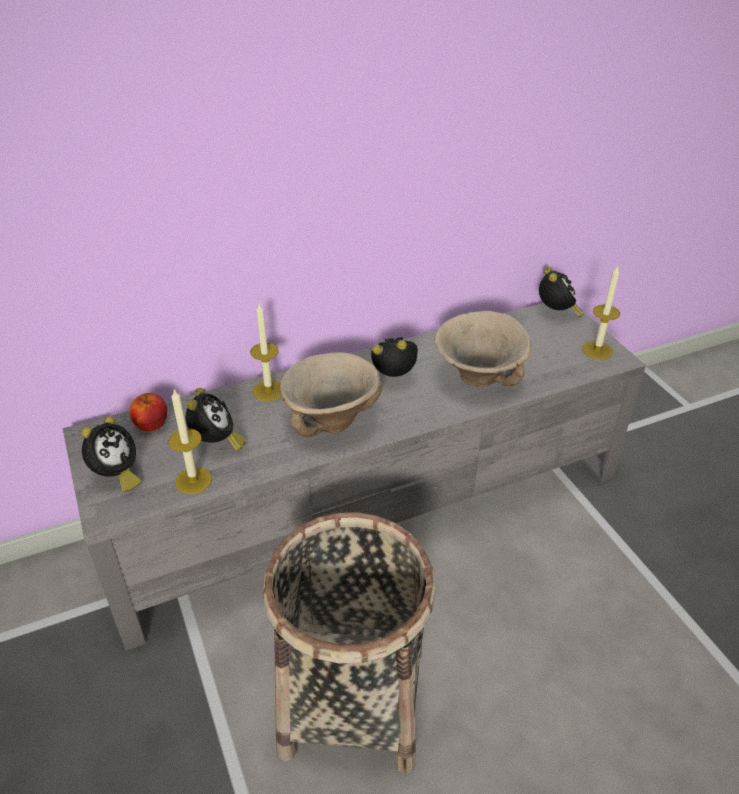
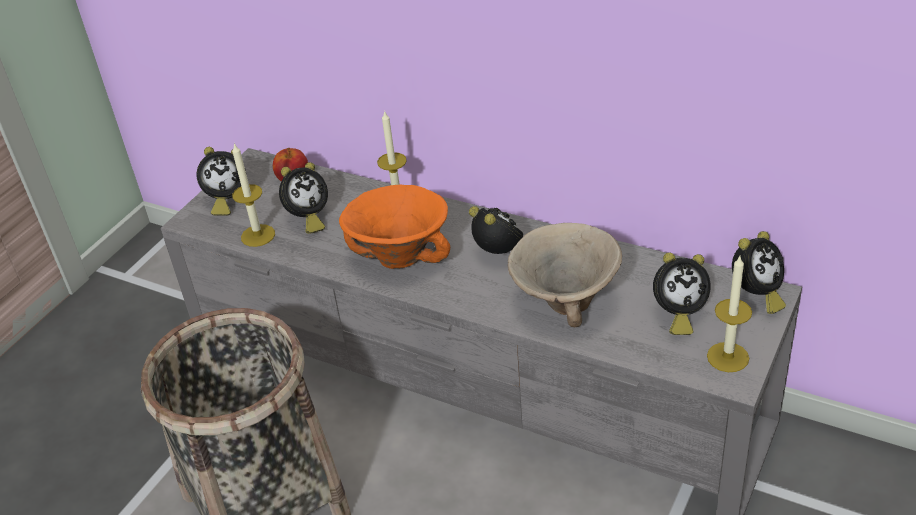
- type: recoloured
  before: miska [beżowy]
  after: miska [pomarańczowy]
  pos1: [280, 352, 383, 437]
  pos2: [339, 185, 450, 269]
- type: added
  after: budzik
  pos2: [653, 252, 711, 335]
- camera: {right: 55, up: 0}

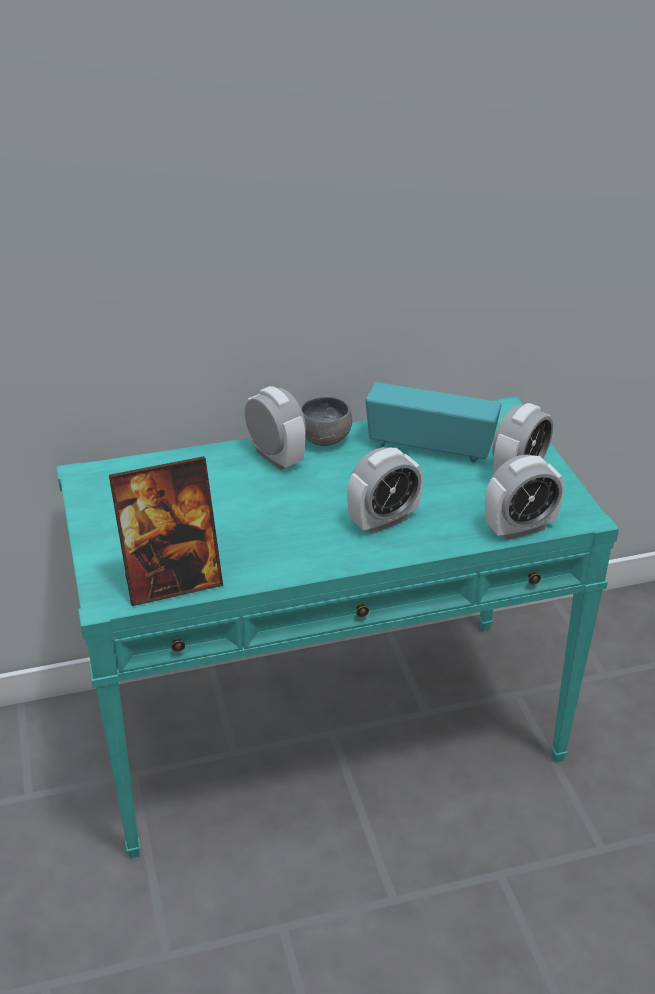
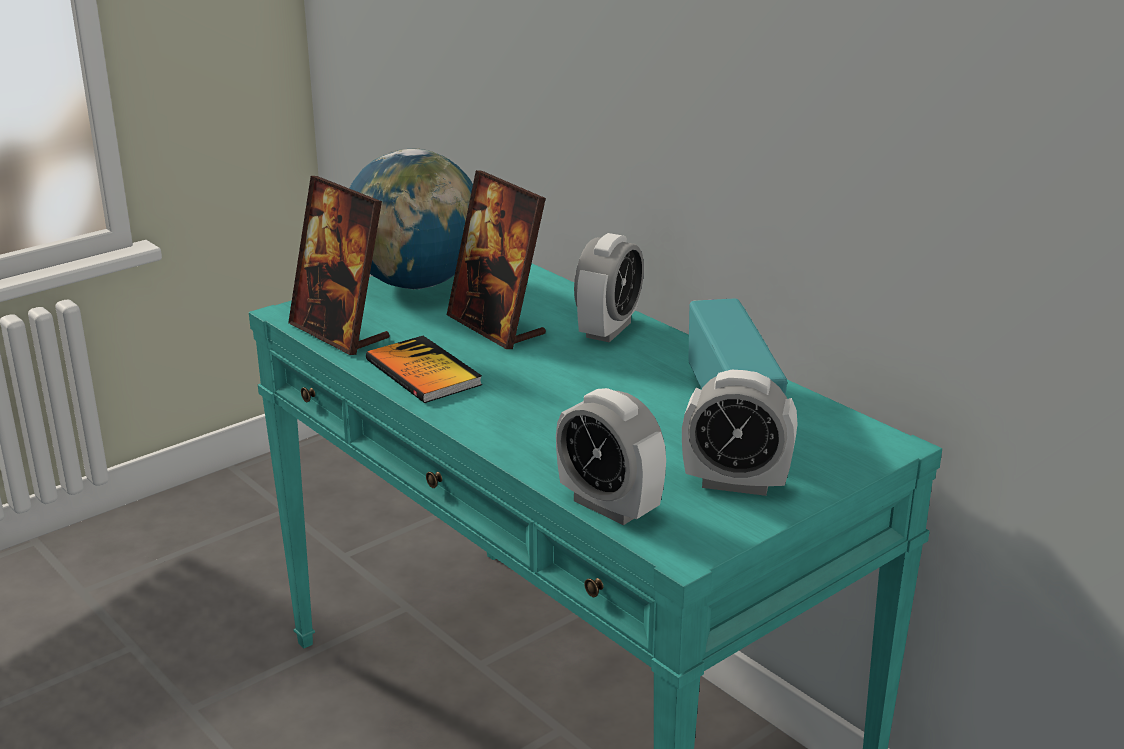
- type: added
  after: globus
  pos2: [349, 148, 473, 289]
- type: added
  after: książka
  pos2: [366, 336, 482, 403]
- type: added
  after: ramka na zdjęcie
  pos2: [447, 170, 546, 349]
- type: removed
  before: miska [szary]
  pos1: [301, 397, 352, 446]
- type: removed
  before: budzik
  pos1: [347, 447, 423, 534]
- camera: {right: 65, up: -10}

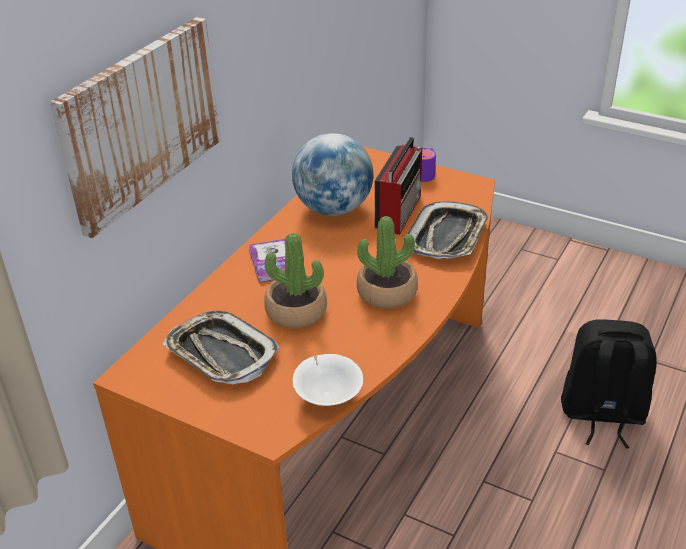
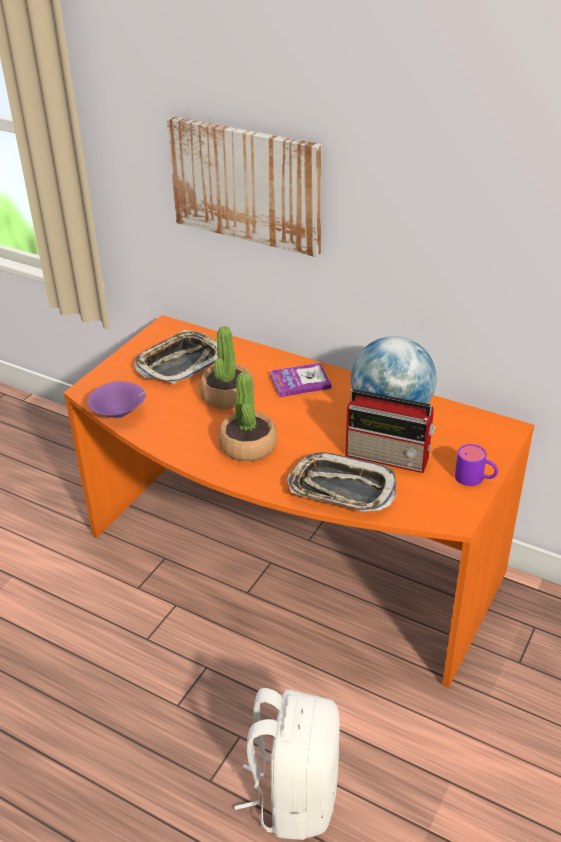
- type: recoloured
  before: miska [biały]
  after: miska [fioletowy]
  pos1: [293, 354, 363, 406]
  pos2: [88, 381, 146, 419]
- type: recoloured
  before: plecak [czarny]
  after: plecak [biały]
  pos1: [561, 319, 657, 449]
  pos2: [235, 688, 340, 840]
- camera: {right: 90, up: 0}

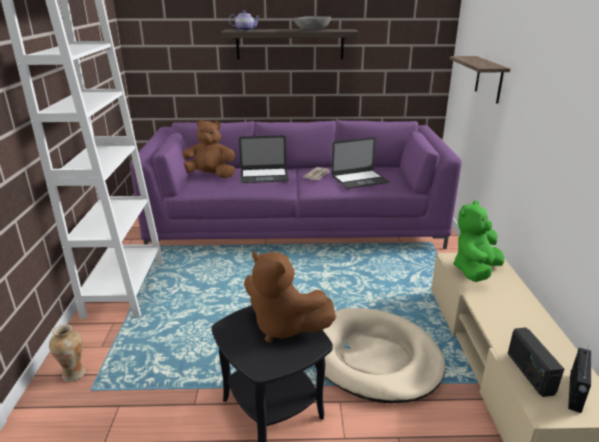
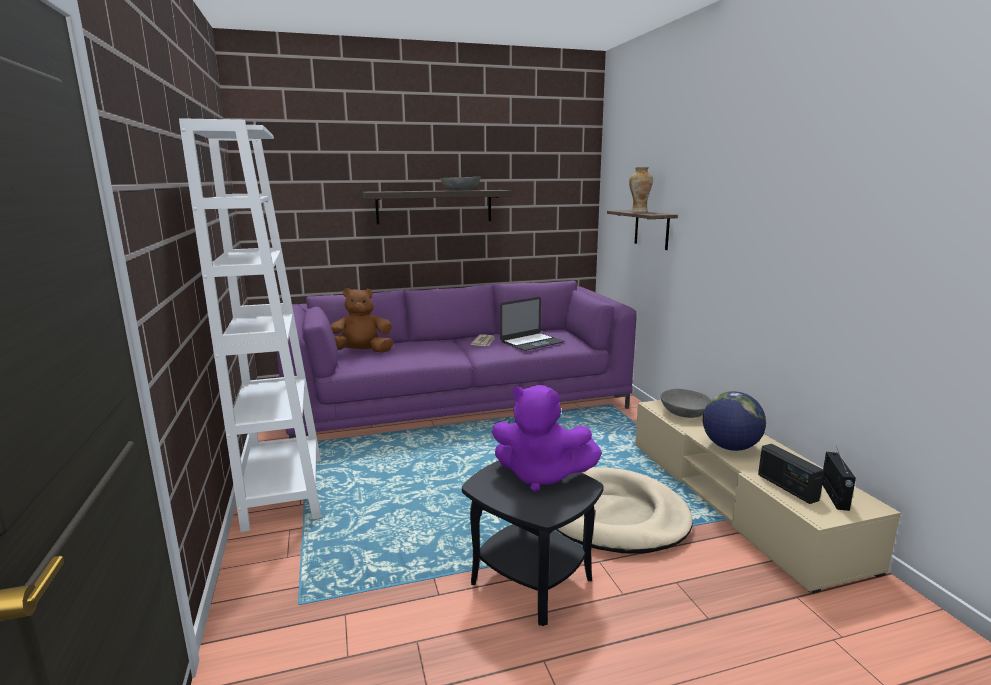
- type: recoloured
  before: pluszak [brązowy]
  after: pluszak [fioletowy]
  pos1: [244, 251, 336, 342]
  pos2: [492, 385, 602, 492]
- type: moved
  before: wazon
  pos1: [49, 324, 86, 382]
  pos2: [629, 167, 653, 212]
- type: replaced
  before: pluszak [zielony]
  after: miska [szary]
  pos1: [453, 200, 504, 282]
  pos2: [660, 389, 711, 418]
- type: added
  after: globus
  pos2: [703, 391, 766, 451]
- type: removed
  before: imbryk
  pos1: [229, 10, 260, 31]
- type: removed
  before: laptop
  pos1: [239, 135, 289, 183]
- camera: {right: -15, up: -10}

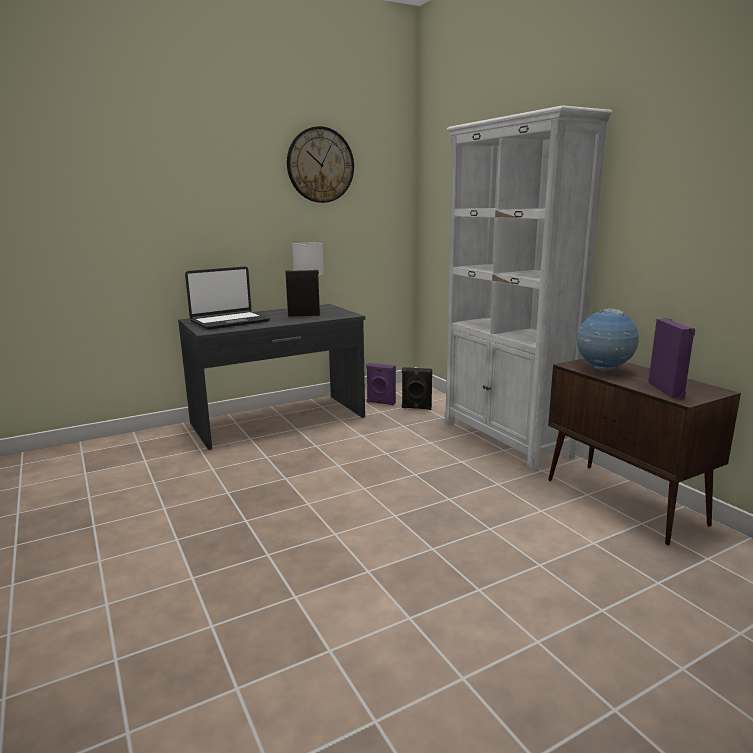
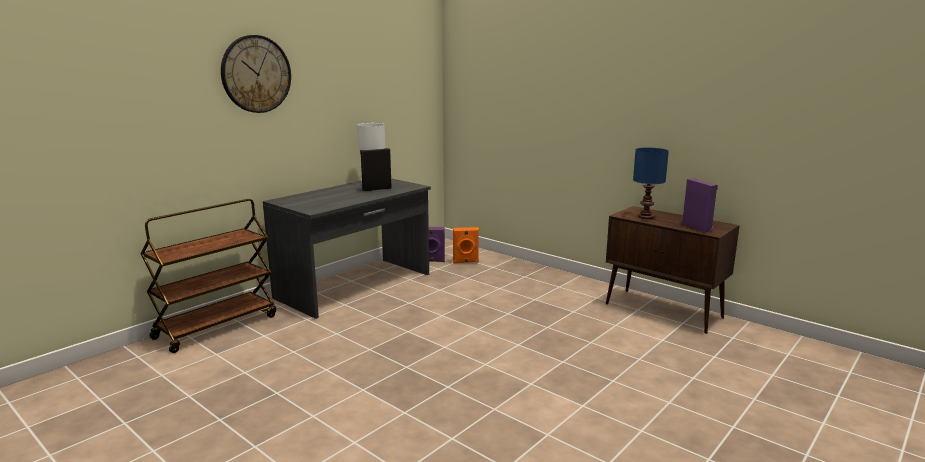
- type: added
  after: wózek [brązowy]
  pos2: [141, 199, 276, 353]
- type: moved
  before: zegar ścienny
  pos1: [287, 126, 354, 203]
  pos2: [221, 35, 291, 113]
- type: recoloured
  before: głośnik [czarny]
  after: głośnik [pomarańczowy]
  pos1: [402, 367, 432, 410]
  pos2: [453, 227, 479, 263]
- type: replaced
  before: globus
  after: lampa stołowa [niebieski]
  pos1: [577, 308, 639, 371]
  pos2: [633, 147, 669, 219]
- type: removed
  before: laptop
  pos1: [185, 266, 270, 330]
- type: removed
  before: regał [biały]
  pos1: [445, 105, 612, 470]
- camera: {right: -20, up: 0}

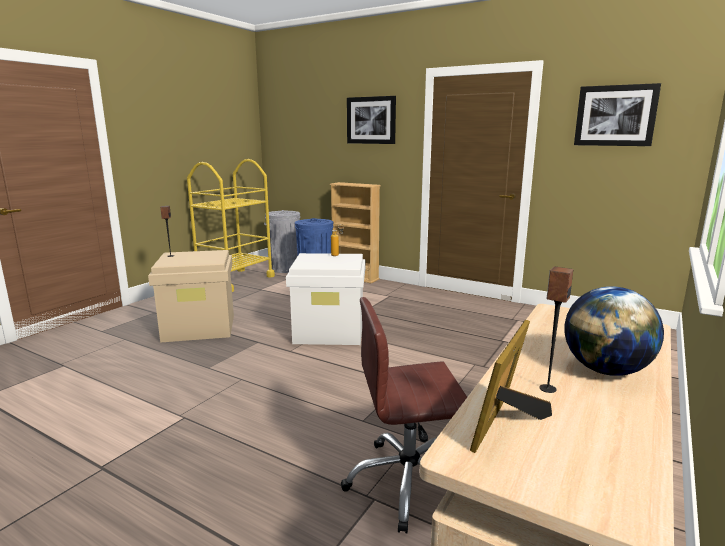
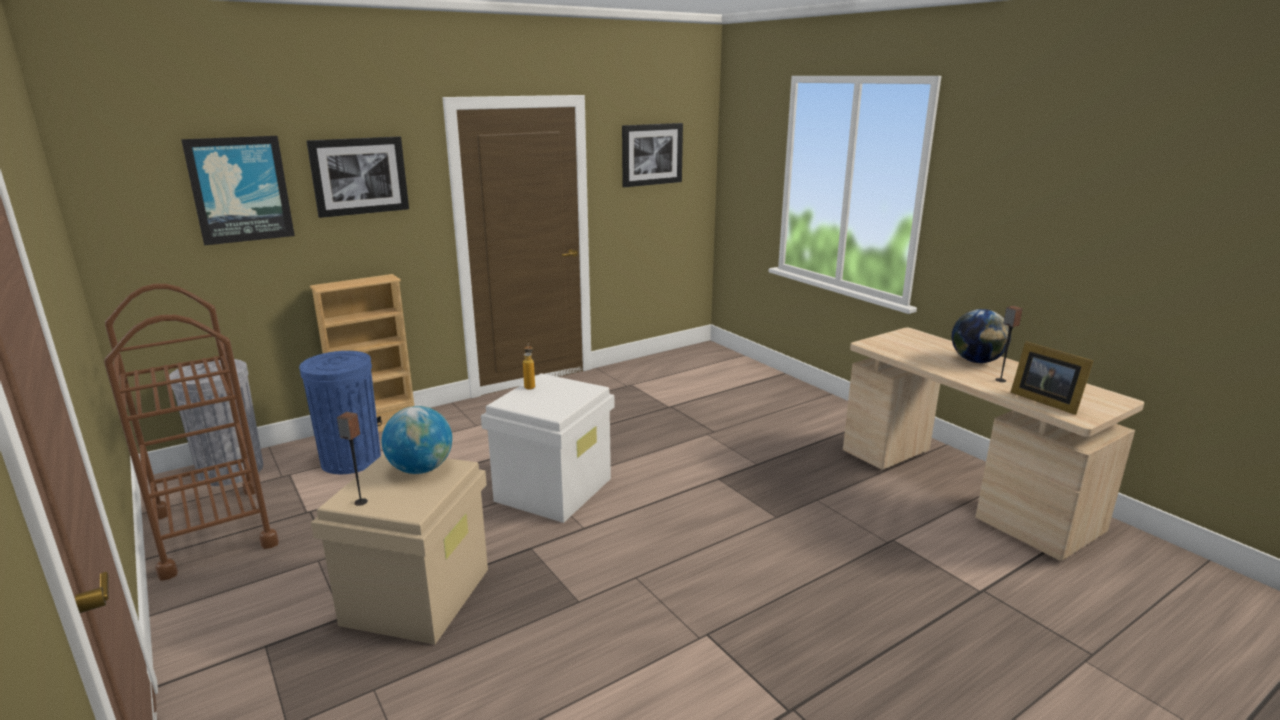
- type: recoloured
  before: wózek [żółty]
  after: wózek [brązowy]
  pos1: [187, 159, 275, 292]
  pos2: [104, 284, 279, 581]
- type: added
  after: obraz
  pos2: [181, 136, 295, 246]
- type: added
  after: globus
  pos2: [382, 406, 452, 474]
- type: removed
  before: krzesło biurowe [brązowy]
  pos1: [341, 297, 467, 533]
- camera: {right: -65, up: 5}

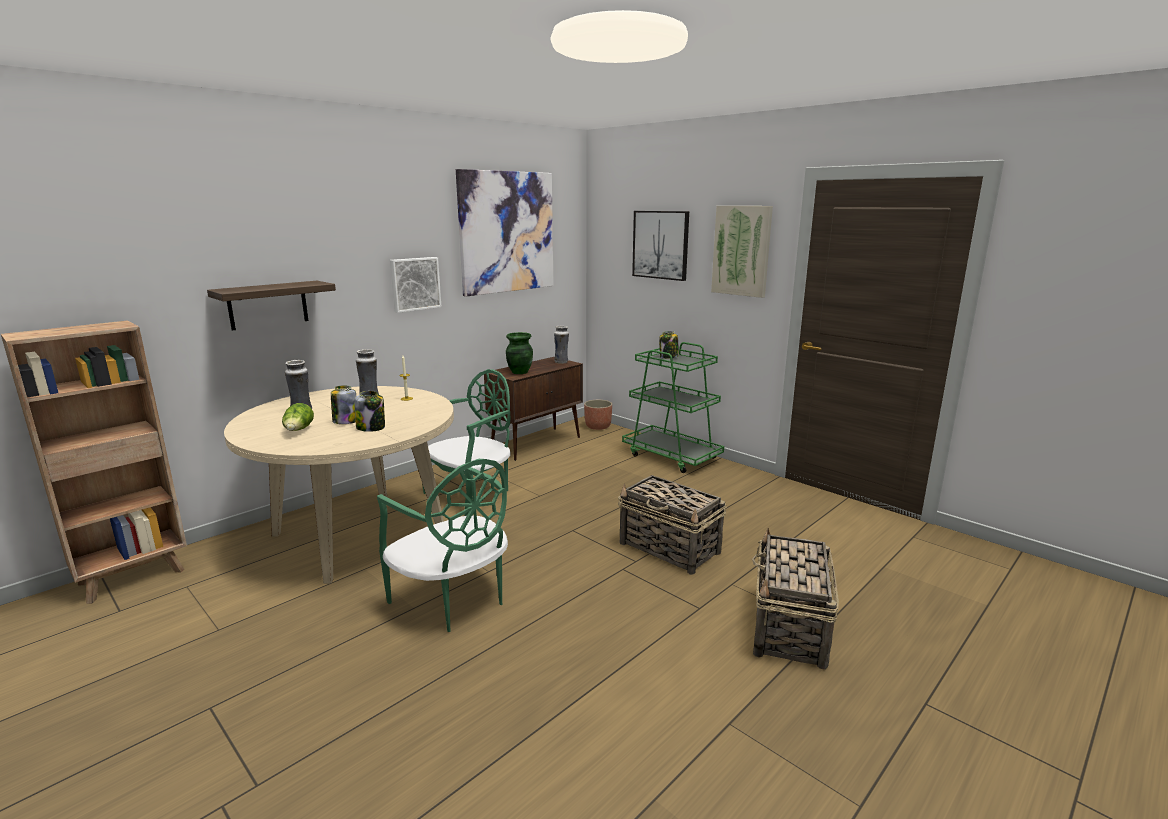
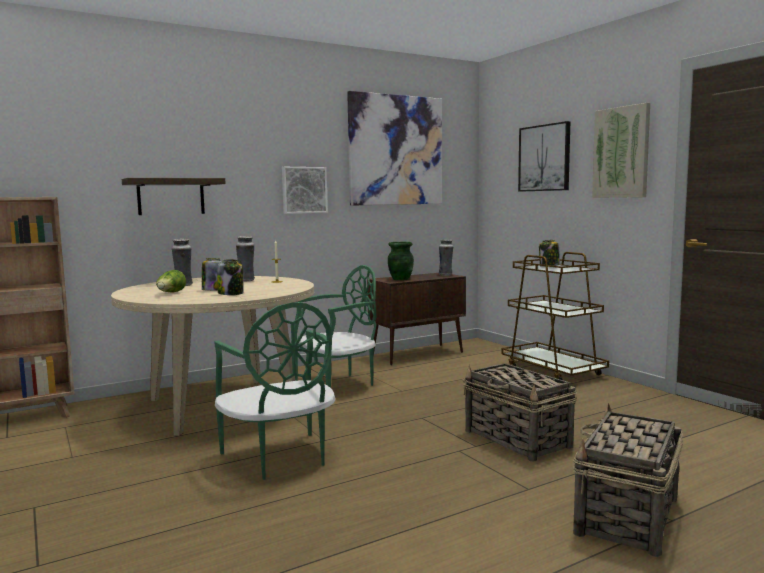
- type: recoloured
  before: wózek [zielony]
  after: wózek [brązowy]
  pos1: [622, 342, 724, 473]
  pos2: [502, 252, 609, 380]
- type: removed
  before: donica
  pos1: [584, 400, 612, 430]
- camera: {right: 15, up: -10}

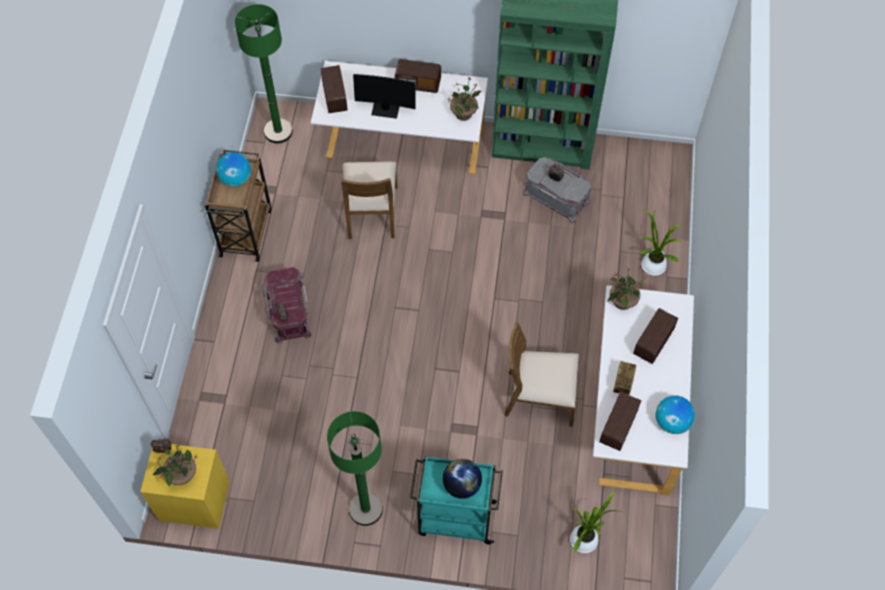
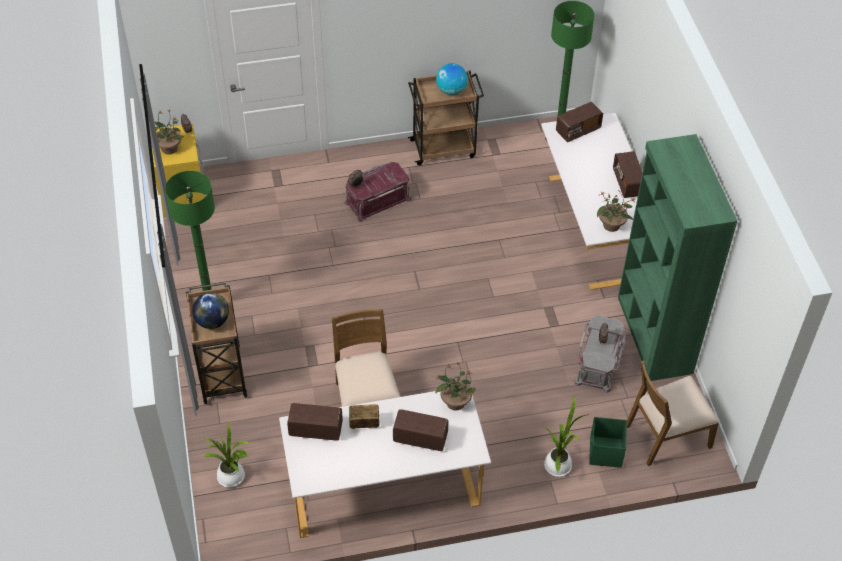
- type: recoloured
  before: wózek [turkusowy]
  after: wózek [brązowy]
  pos1: [410, 456, 503, 544]
  pos2: [186, 282, 247, 404]
- type: added
  after: pojemnik do przechowywania [zielony]
  pos2: [589, 417, 627, 468]
- type: moved
  before: krzesło [brązowy]
  pos1: [341, 161, 398, 239]
  pos2: [627, 361, 719, 466]
- type: removed
  before: monitor
  pos1: [353, 74, 415, 119]
- type: removed
  before: globus
  pos1: [655, 395, 695, 434]
- camera: {right: 70, up: -10}

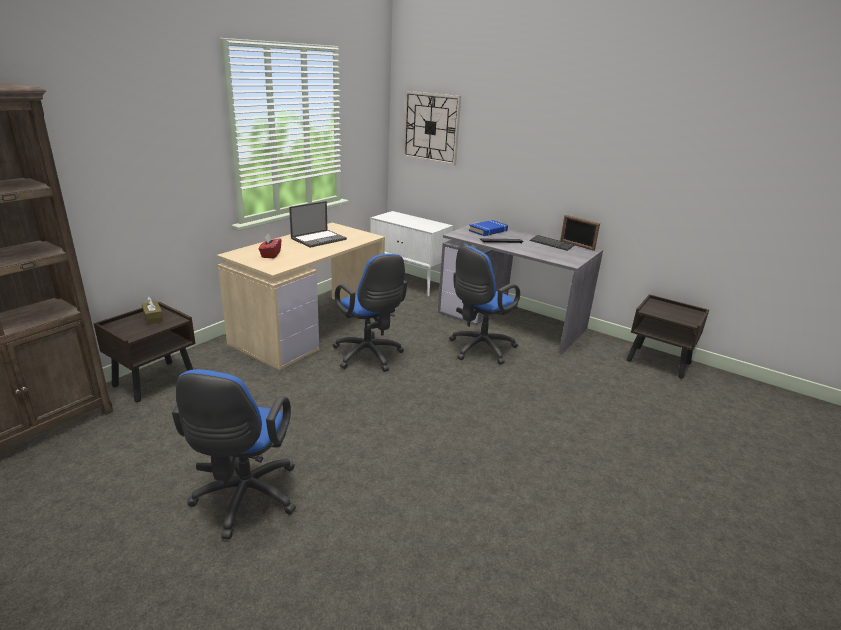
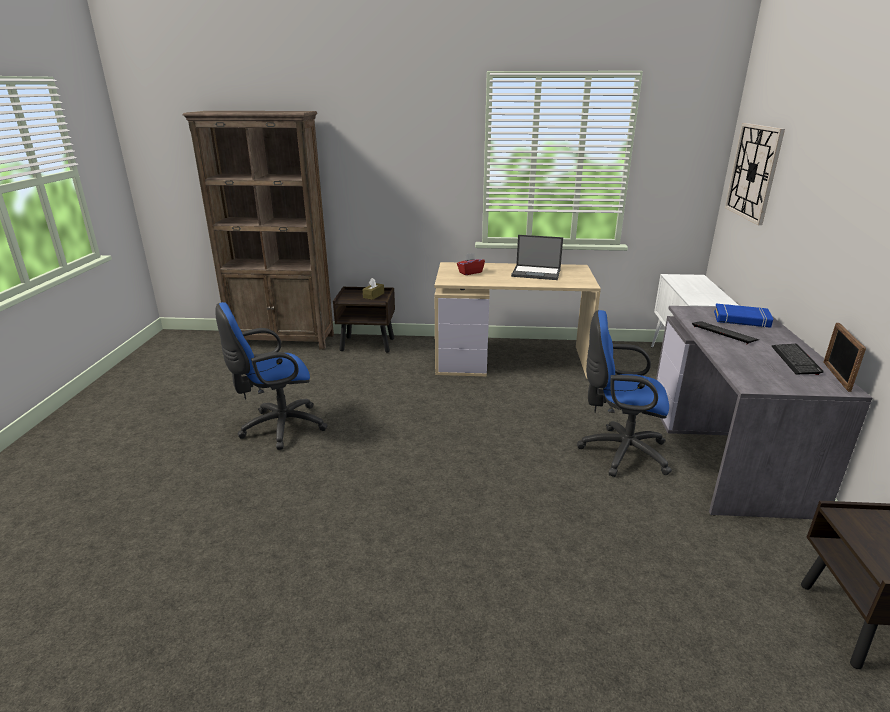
- type: removed
  before: krzesło biurowe [niebieski]
  pos1: [332, 254, 407, 372]
- camera: {right: 60, up: 0}

